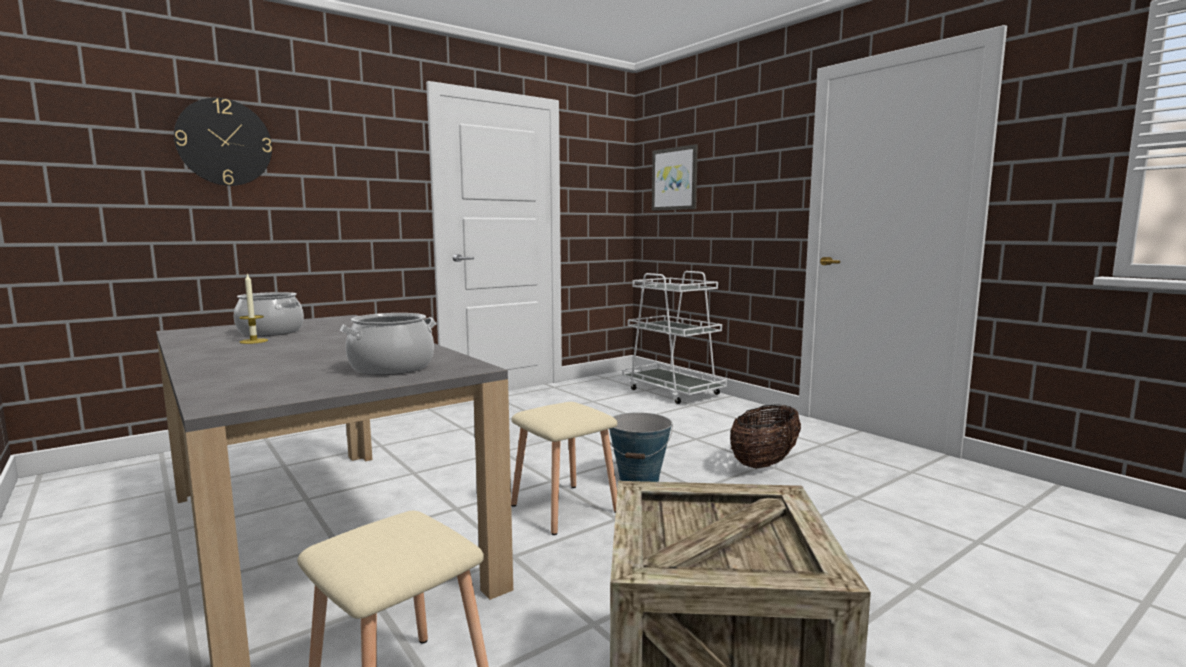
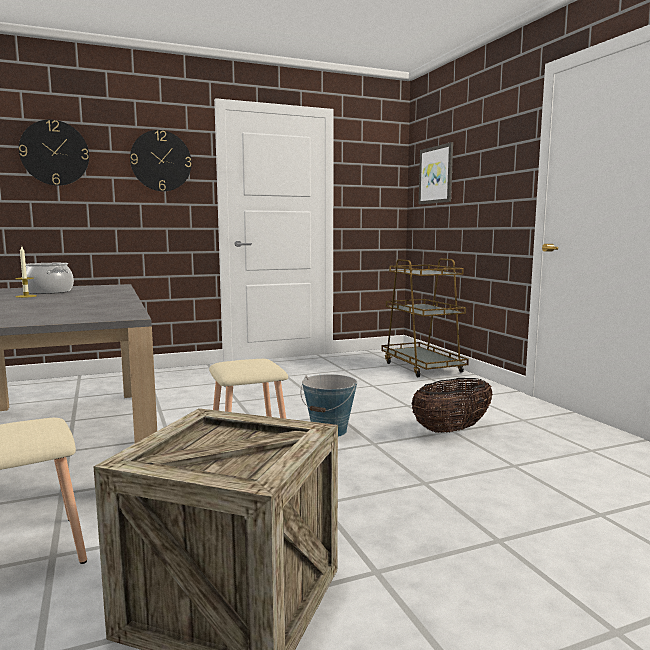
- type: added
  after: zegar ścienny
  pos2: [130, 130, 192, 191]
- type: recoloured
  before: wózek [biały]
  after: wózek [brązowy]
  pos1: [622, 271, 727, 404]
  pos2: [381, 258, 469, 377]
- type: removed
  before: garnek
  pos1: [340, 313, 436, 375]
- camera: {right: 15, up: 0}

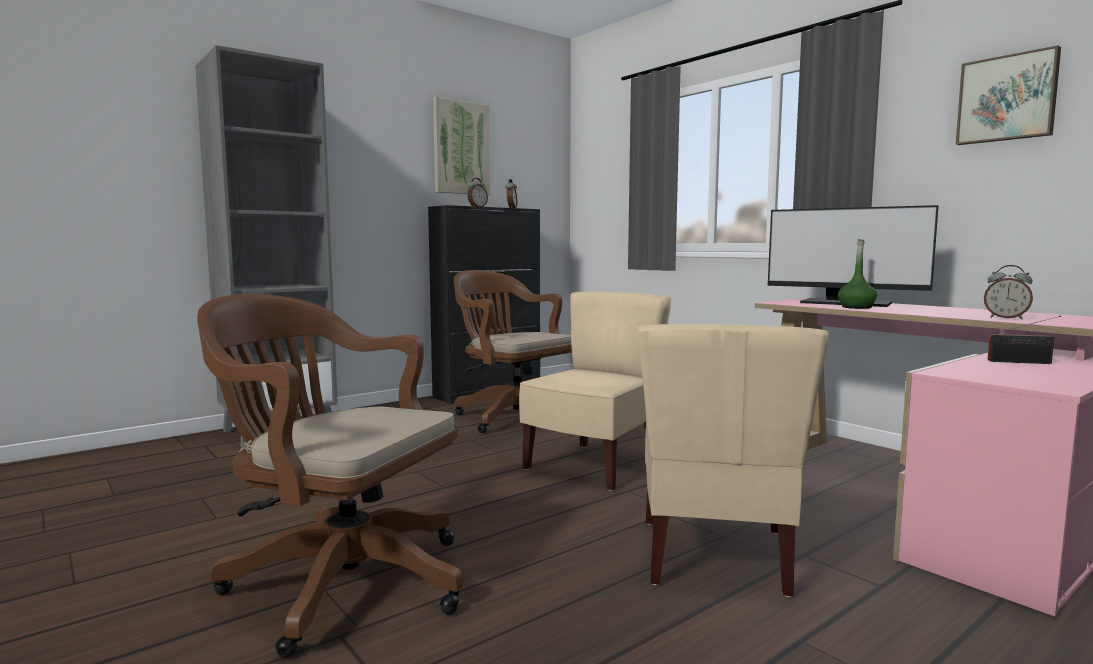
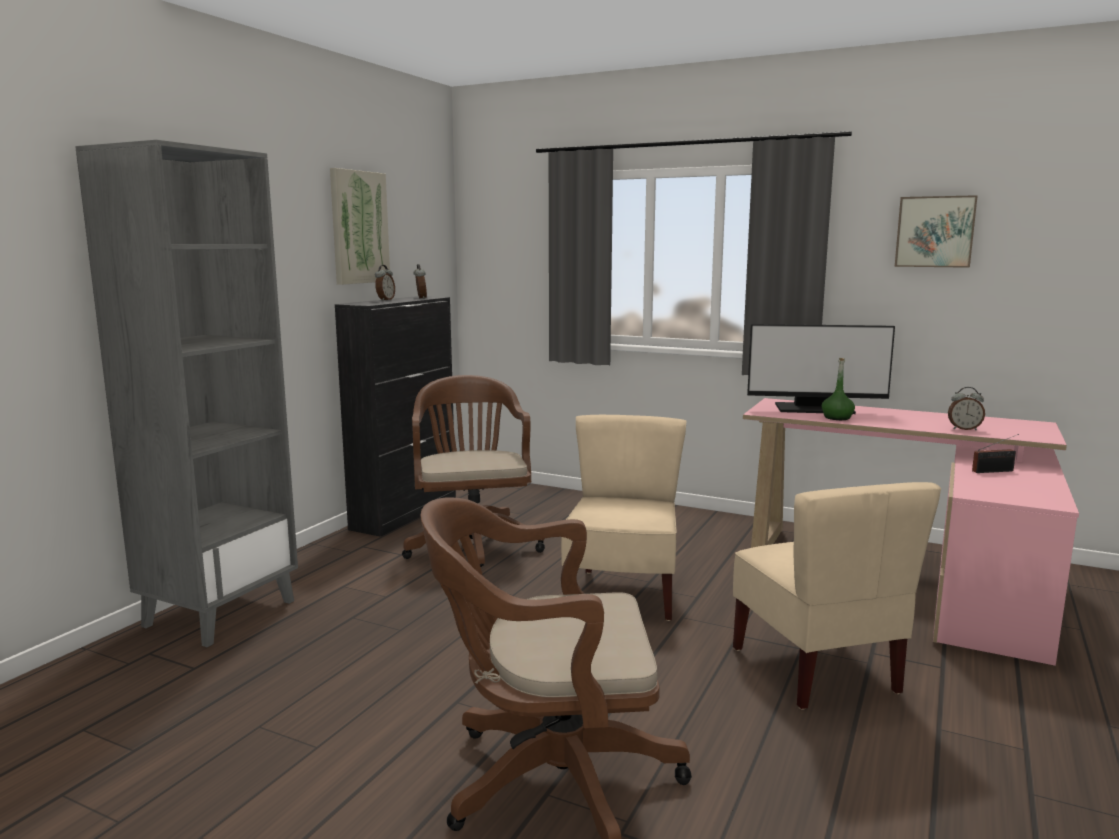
- type: turned
  before: krzesło biurowe [brązowy]
  pos1: [454, 270, 572, 433]
  pos2: [402, 375, 545, 567]
  turn: 60
- camera: {right: -25, up: 5}

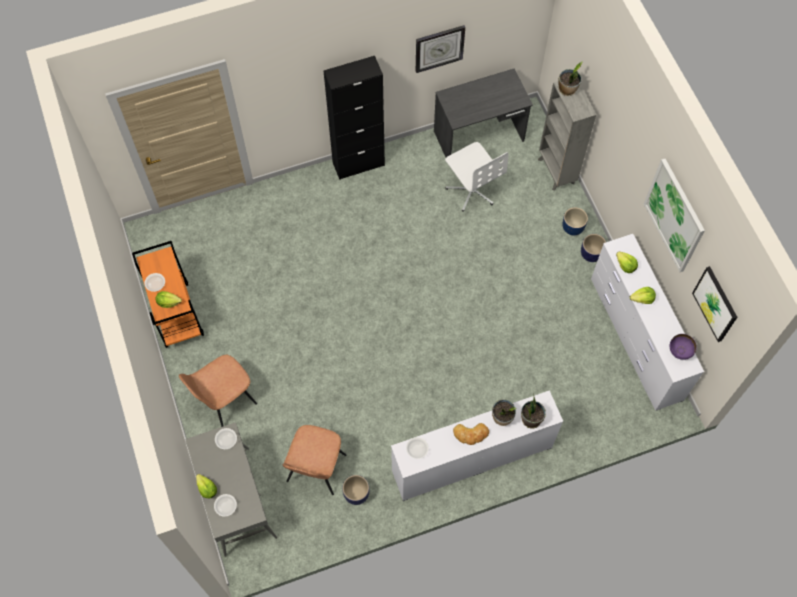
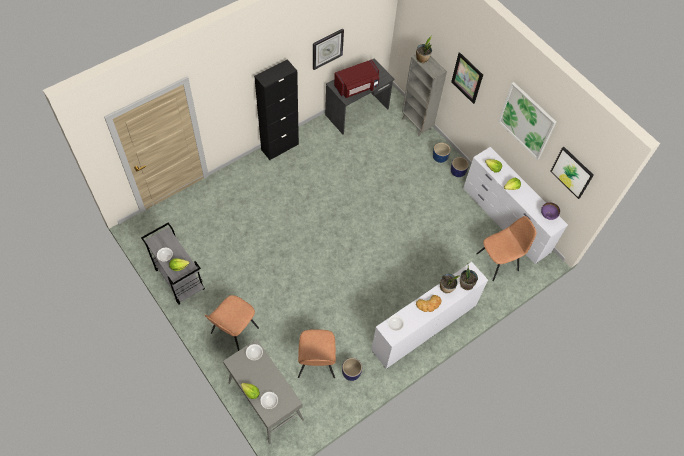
- type: recoloured
  before: wózek [pomarańczowy]
  after: wózek [szary]
  pos1: [132, 241, 204, 348]
  pos2: [141, 222, 205, 304]
- type: added
  after: mikrofalówka [czerwony]
  pos2: [334, 59, 379, 98]
- type: added
  after: obraz
  pos2: [451, 52, 483, 104]
- type: added
  after: krzesło [brązowy]
  pos2: [476, 216, 536, 281]
- type: removed
  before: krzesło biurowe [biały]
  pos1: [445, 142, 508, 212]
- camera: {right: -20, up: -5}

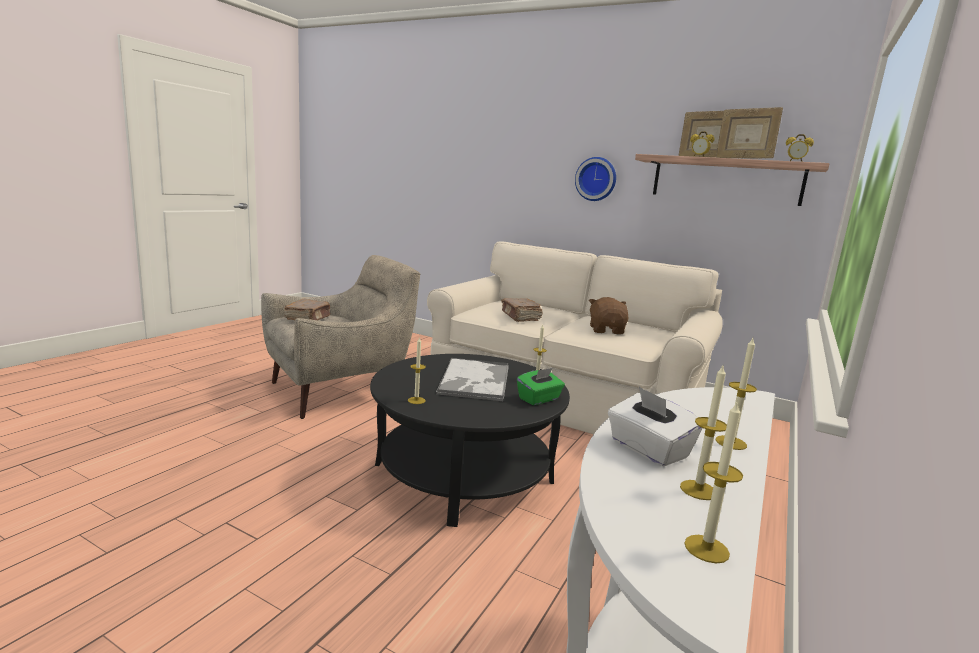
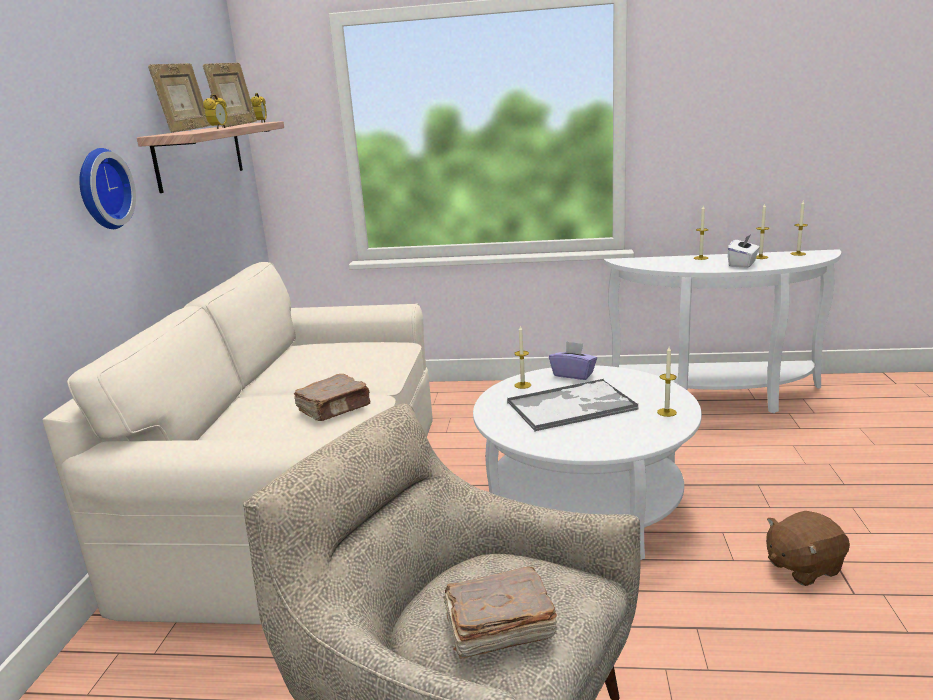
- type: recoloured
  before: ława [czarny]
  after: ława [biały]
  pos1: [370, 354, 570, 527]
  pos2: [473, 365, 702, 560]
- type: recoloured
  before: pudełko chusteczek [zielony]
  after: pudełko chusteczek [fioletowy]
  pos1: [517, 368, 565, 405]
  pos2: [549, 341, 597, 380]
- type: moved
  before: pluszak [brązowy]
  pos1: [589, 297, 629, 335]
  pos2: [766, 511, 850, 586]
- camera: {right: -110, up: 5}

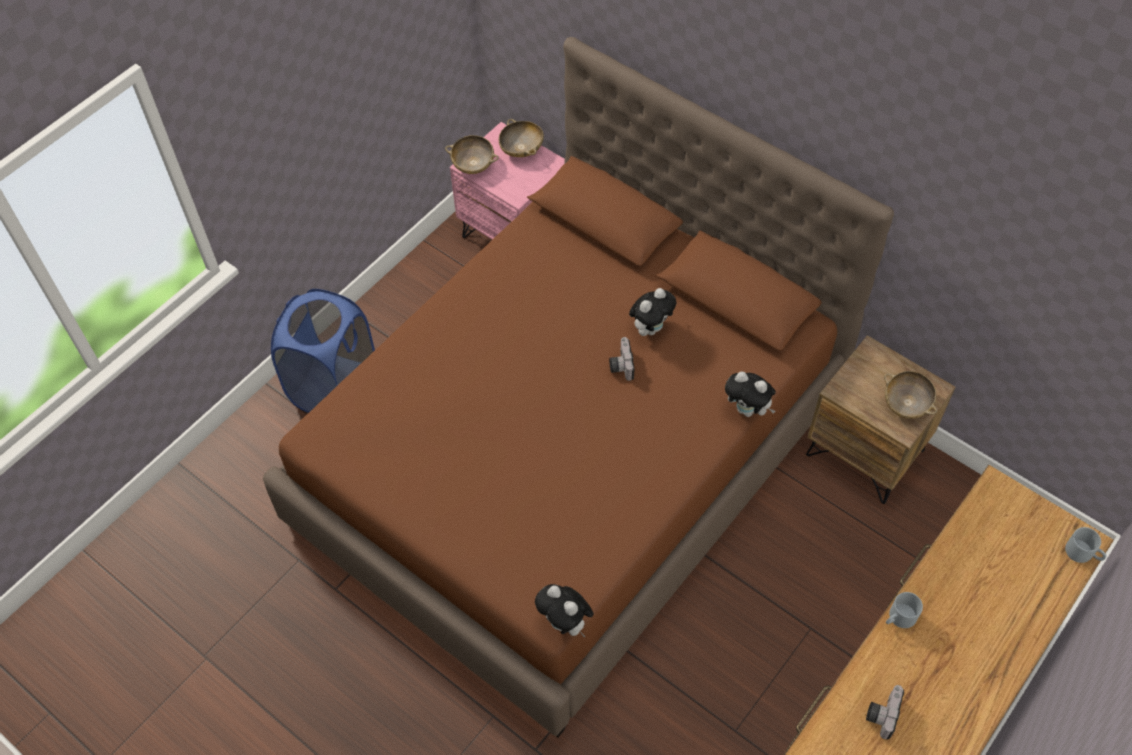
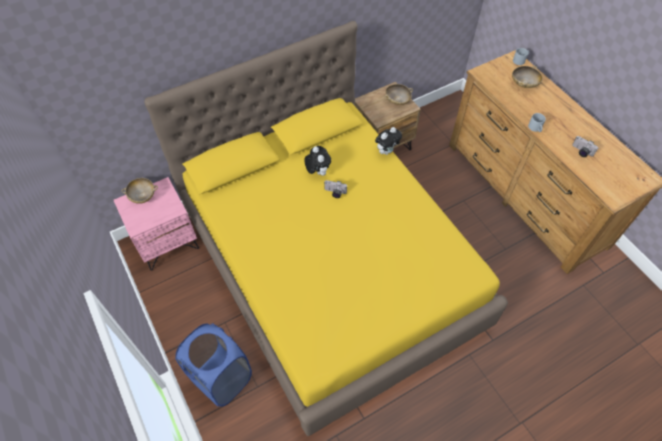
- type: recoloured
  before: łóżko [brązowy]
  after: łóżko [żółty]
  pos1: [263, 37, 894, 737]
  pos2: [144, 21, 508, 436]
- type: moved
  before: miska [beżowy]
  pos1: [445, 135, 499, 174]
  pos2: [512, 66, 543, 88]
- type: removed
  before: pluszak
  pos1: [535, 584, 594, 637]
- camera: {right: -70, up: 0}

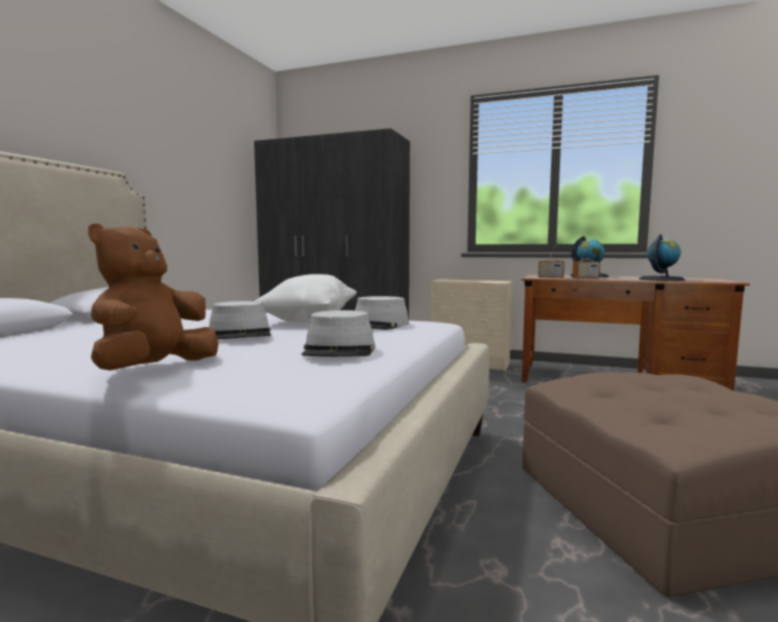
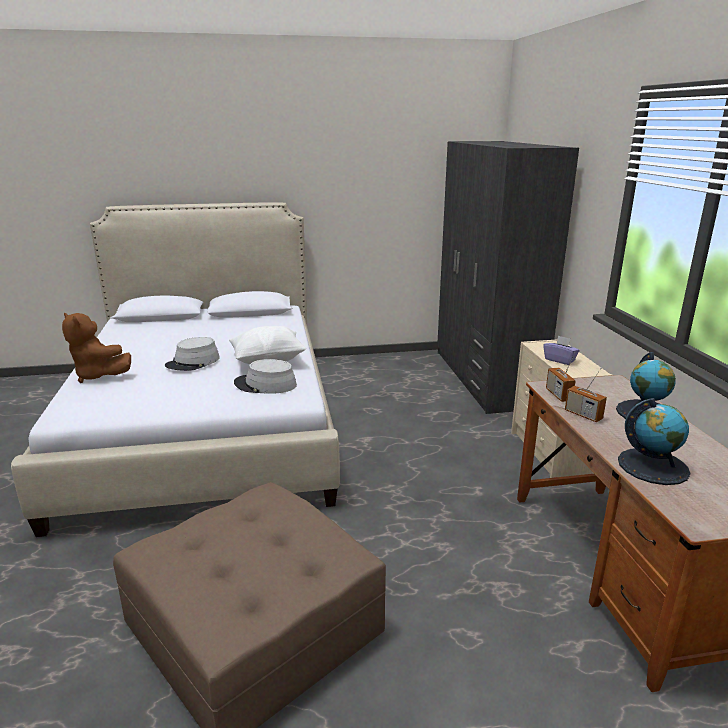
- type: turned
  before: pluszak [brązowy]
  pos1: [88, 223, 219, 371]
  pos2: [62, 312, 131, 383]
  turn: -135
- type: added
  after: pudełko chusteczek [fioletowy]
  pos2: [543, 335, 580, 365]
- type: removed
  before: kapelusz [szary]
  pos1: [302, 310, 376, 357]
- camera: {right: 60, up: 15}

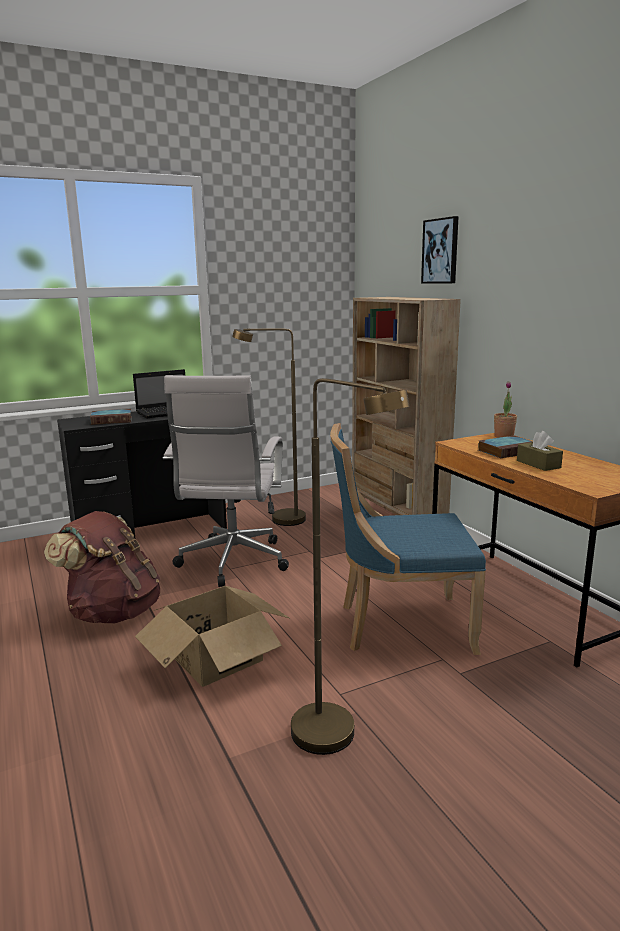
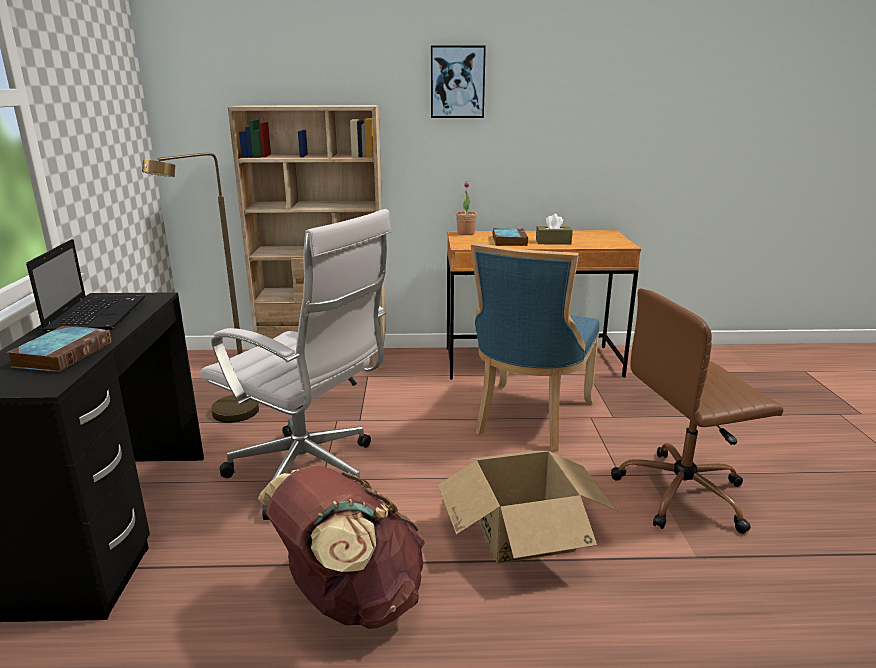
- type: moved
  before: obraz
  pos1: [421, 216, 459, 283]
  pos2: [431, 45, 486, 118]
- type: replaced
  before: lampa stojąca [brązowy]
  after: krzesło biurowe [brązowy]
  pos1: [291, 378, 410, 755]
  pos2: [611, 289, 783, 534]
- camera: {right: -65, up: 5}

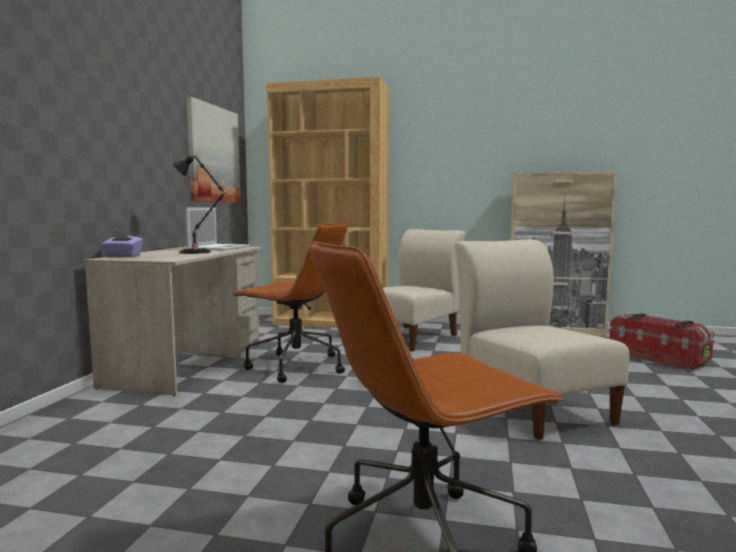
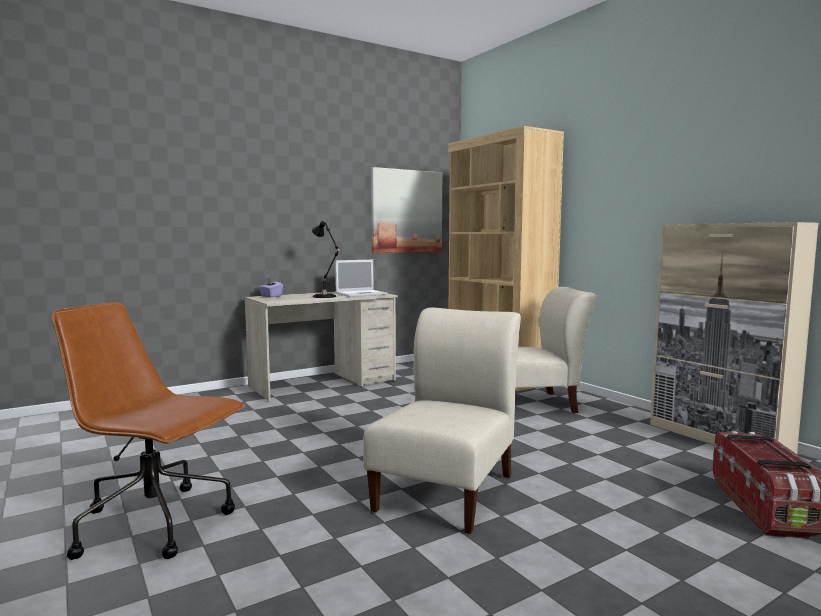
- type: removed
  before: krzesło biurowe [brązowy]
  pos1: [232, 222, 348, 383]
- camera: {right: 45, up: 0}

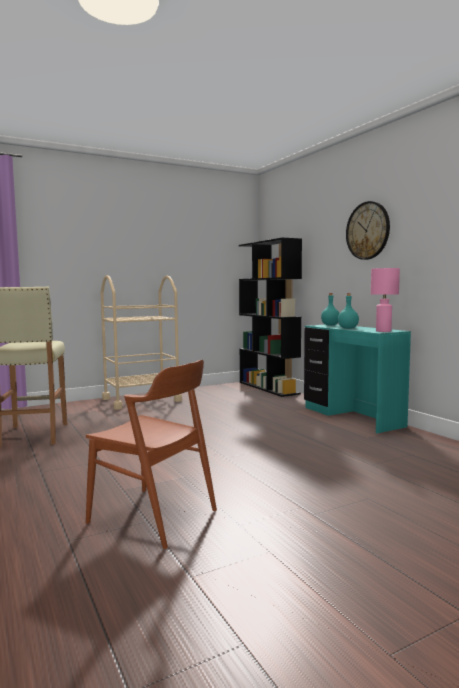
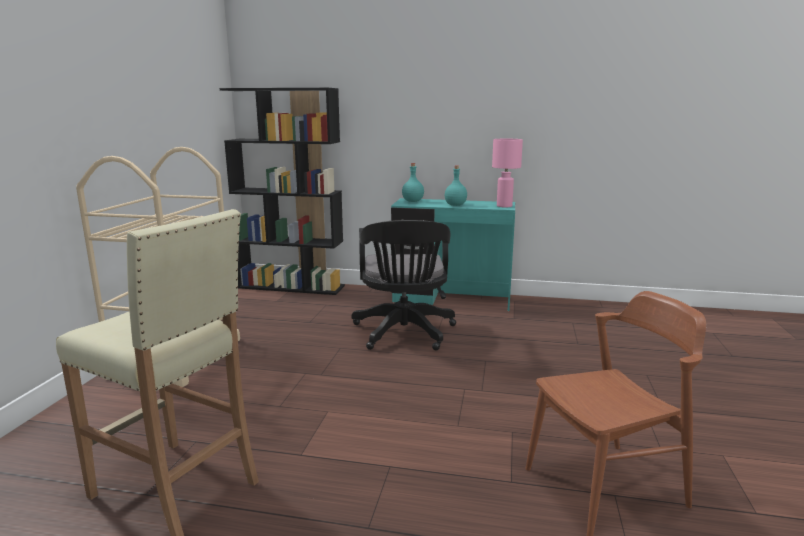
- type: added
  after: krzesło biurowe [czarny]
  pos2: [352, 220, 456, 351]
- type: removed
  before: zegar ścienny
  pos1: [346, 201, 390, 260]
- camera: {right: -50, up: 10}

